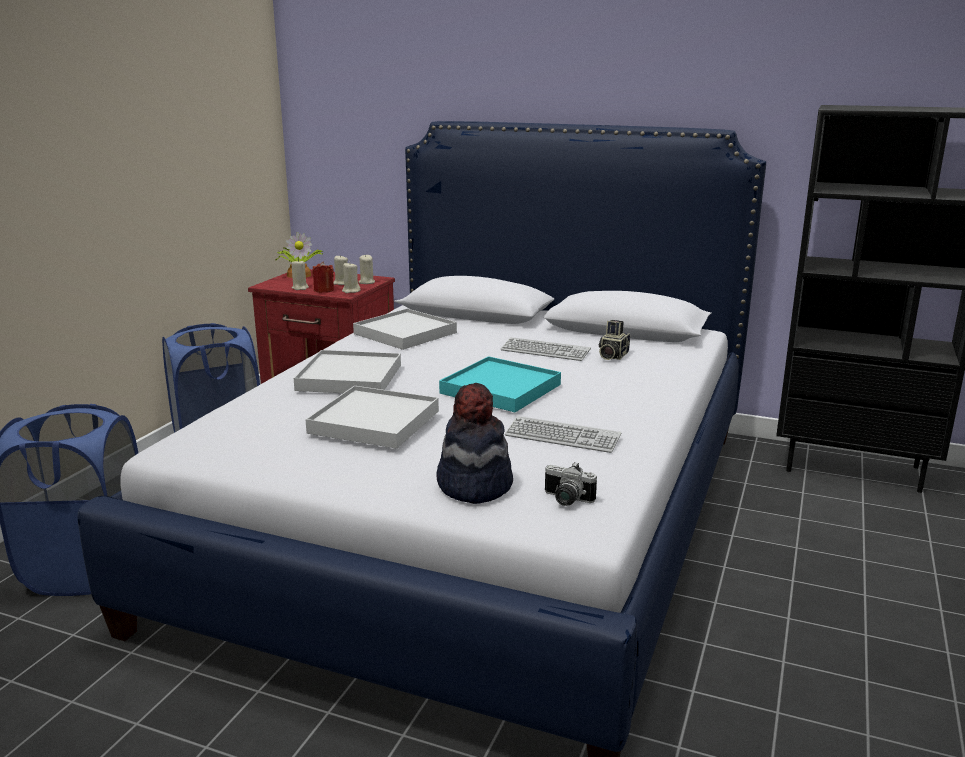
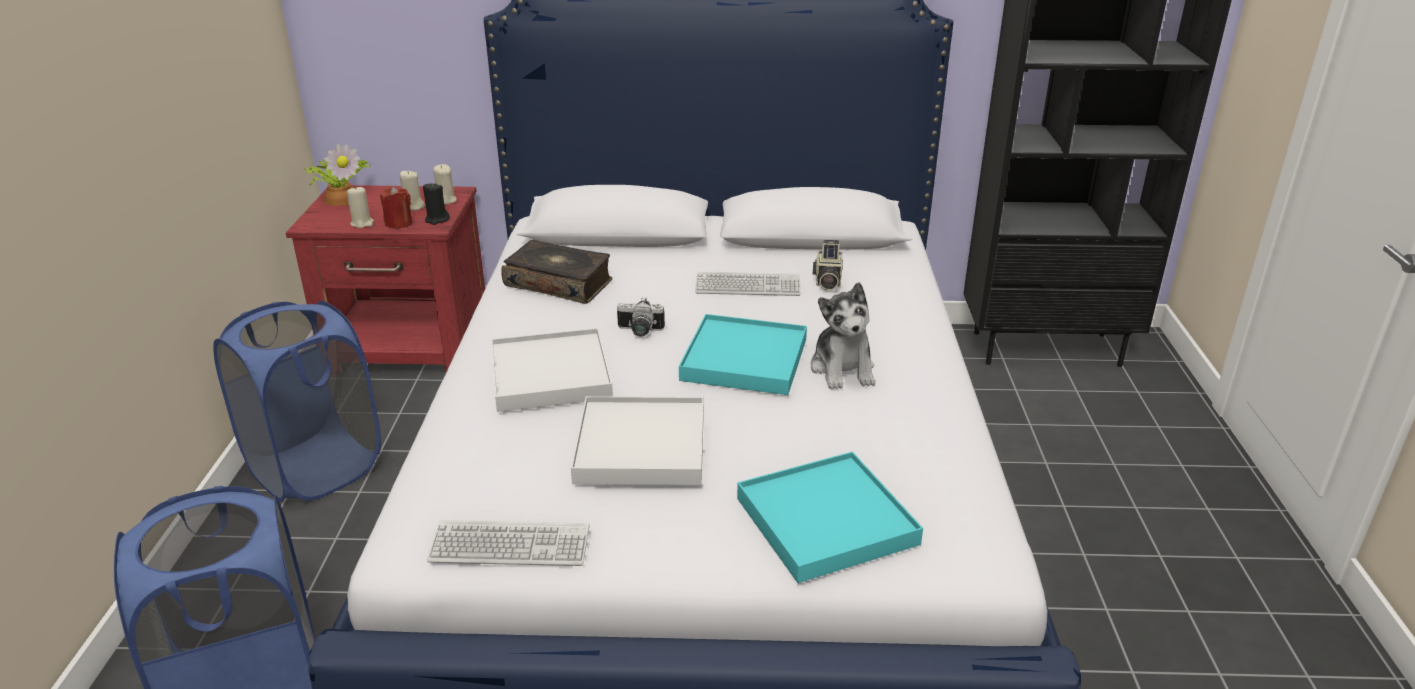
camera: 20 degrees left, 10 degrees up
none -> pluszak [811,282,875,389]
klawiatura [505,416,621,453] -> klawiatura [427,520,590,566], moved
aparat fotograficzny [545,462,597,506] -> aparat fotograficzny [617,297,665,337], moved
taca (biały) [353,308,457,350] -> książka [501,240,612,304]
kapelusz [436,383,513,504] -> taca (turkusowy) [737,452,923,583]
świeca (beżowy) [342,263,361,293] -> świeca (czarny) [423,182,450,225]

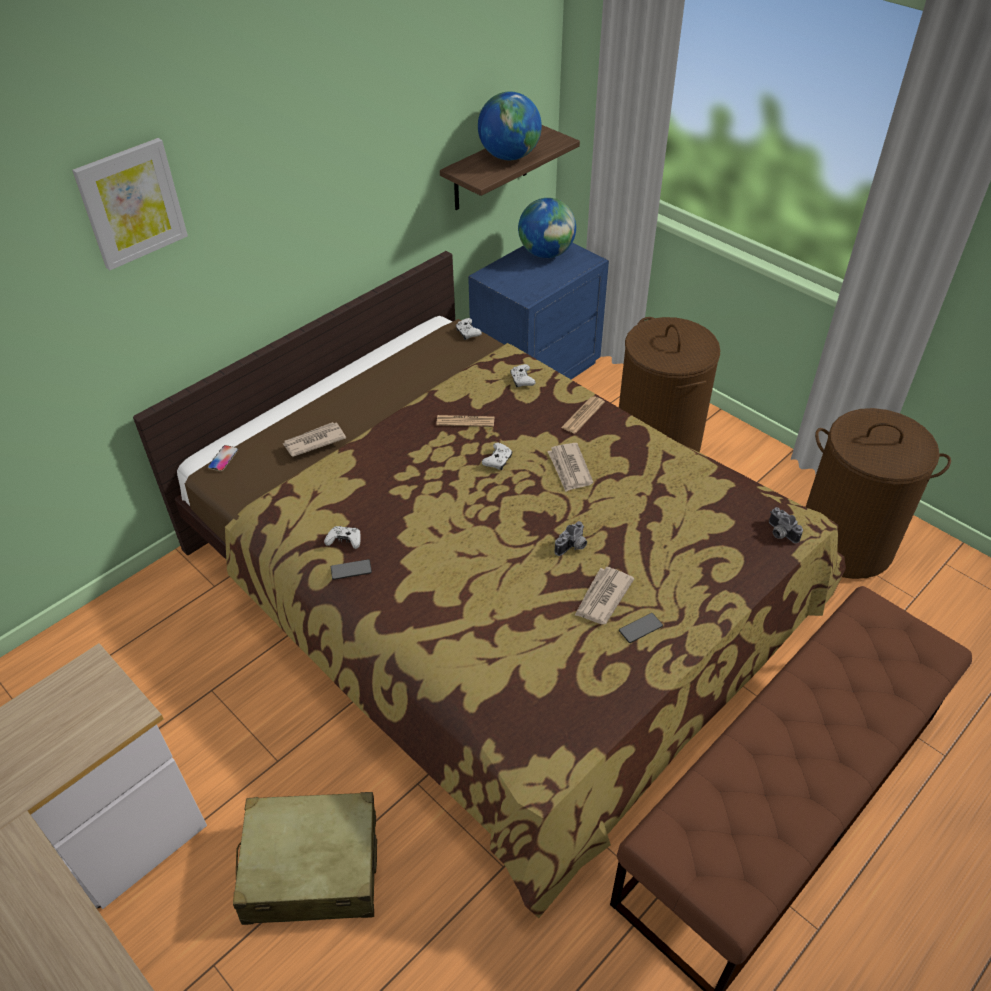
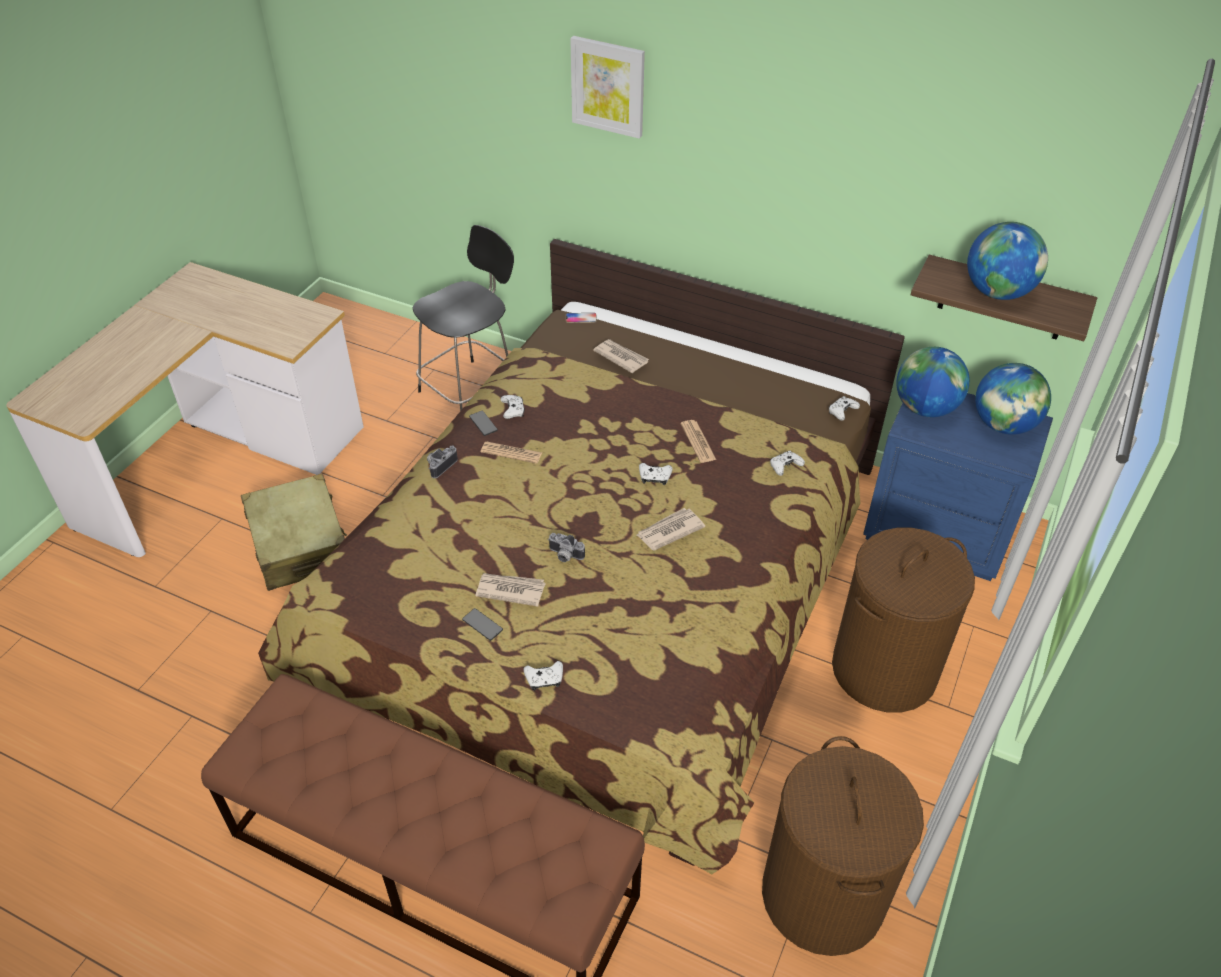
camera: 70 degrees right, 0 degrees up
none -> krzesło (czarny) [413,225,514,411]
none -> pad do gier (biały) [523,661,563,690]
none -> globus [896,347,970,417]
gazeta [561,396,605,434] -> gazeta [481,442,542,464], moved
aparat fotograficzny [769,507,803,543] -> aparat fotograficzny [427,446,458,478], moved

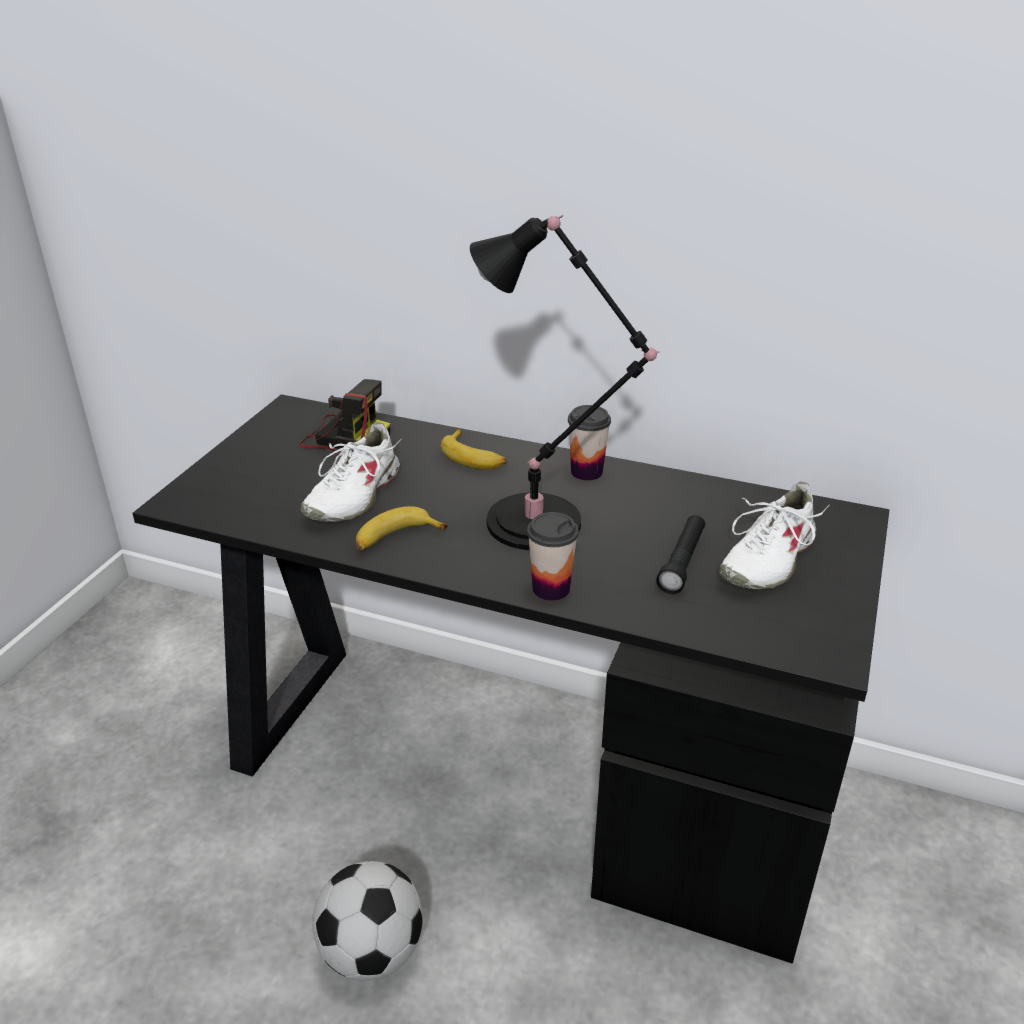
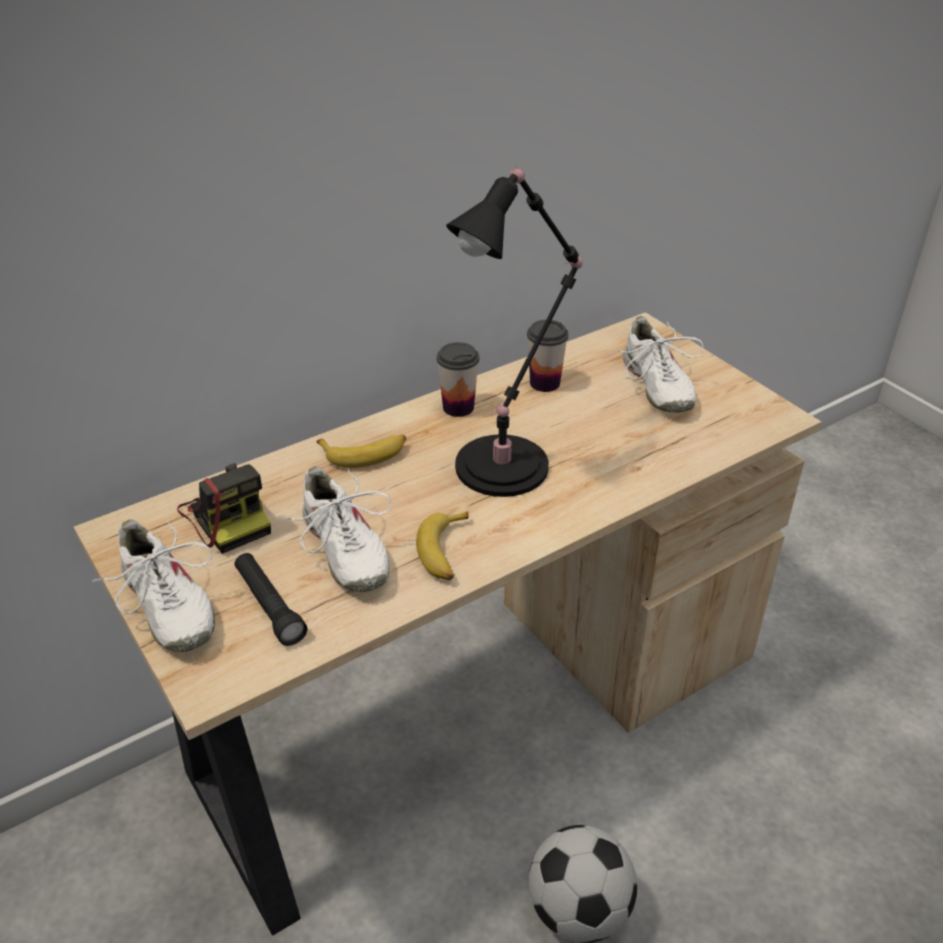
camera: 55 degrees left, 5 degrees up
none -> but (biały) [92,518,215,652]
filiżanka [527,512,579,601] -> filiżanka [527,320,568,392], moved
latarka (czarny) [656,515,705,594] -> latarka (czarny) [234,553,307,646], moved
biurko (czarny) [132,394,889,964] -> biurko (beżowy) [74,312,821,935]
aparat fotograficzny [299,379,390,453] -> aparat fotograficzny [177,463,271,554], 90 degrees clockwise

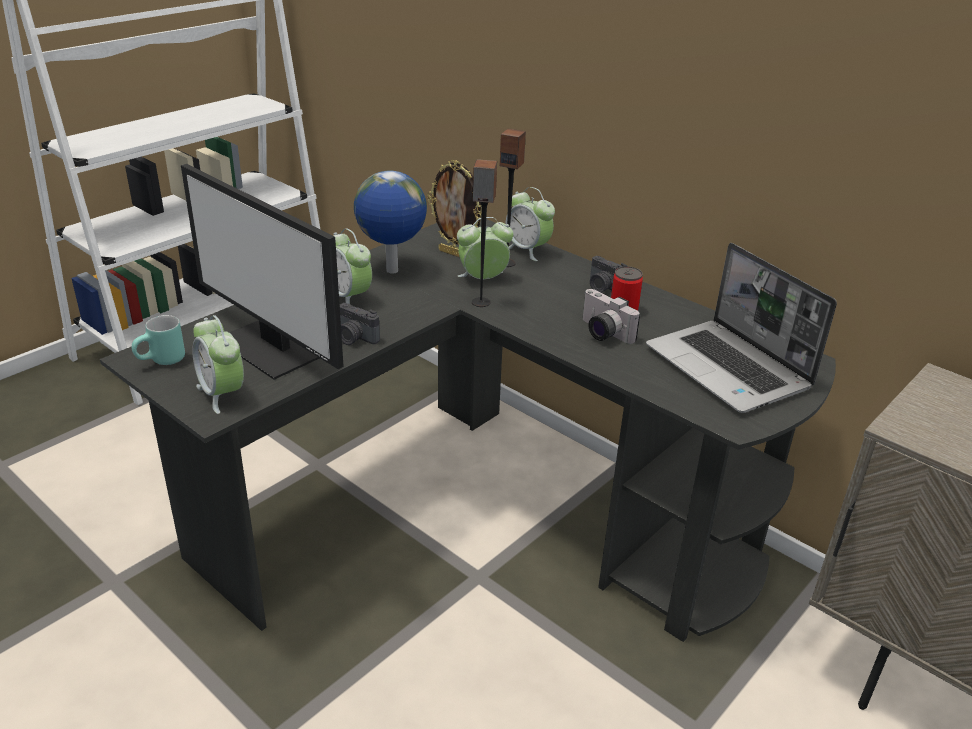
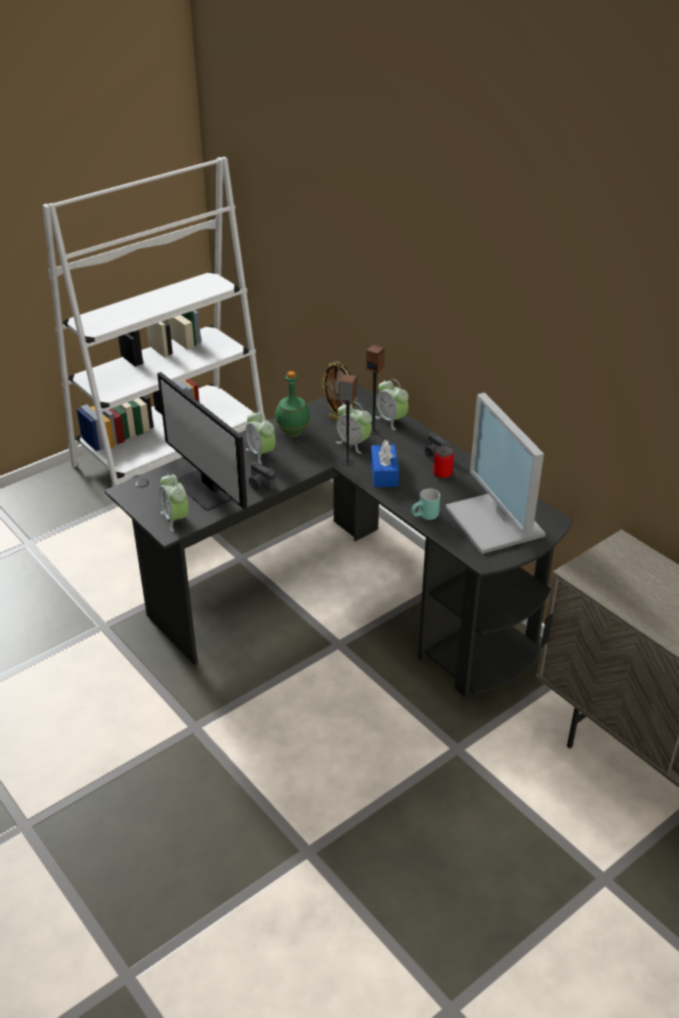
camera: 10 degrees right, 5 degrees up
aparat fotograficzny [583,289,640,344] -> none
none -> pudełko chusteczek (niebieski) [371,440,399,487]
kubek (turkusowy) [132,315,185,365] -> kubek (turkusowy) [411,488,440,520], moved
globus [354,170,427,274] -> butelka (zielony) [275,371,311,437]
laptop [646,243,837,413] -> monitor [445,393,546,554]
budzik [457,217,514,279] -> budzik [336,401,372,454], 135 degrees counterclockwise

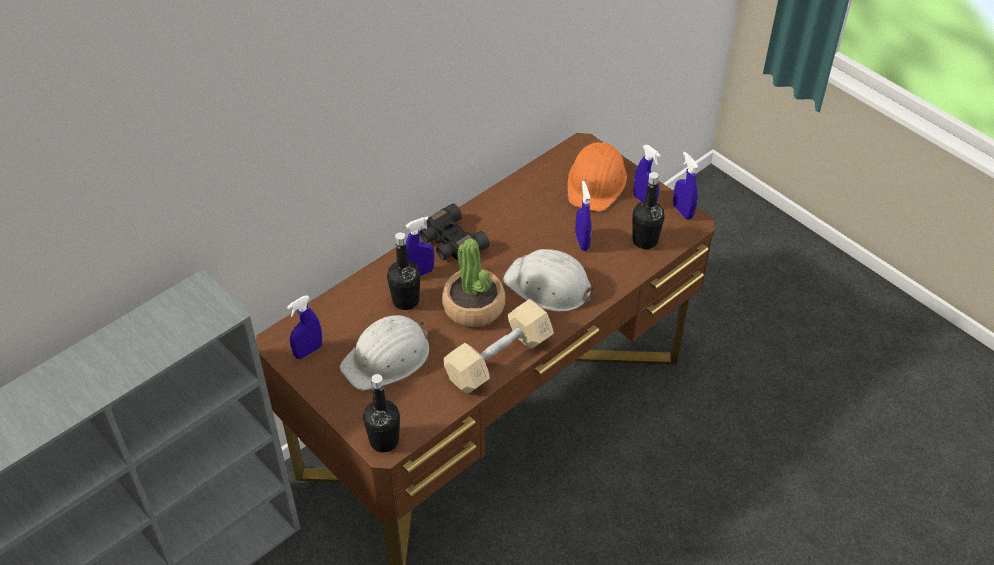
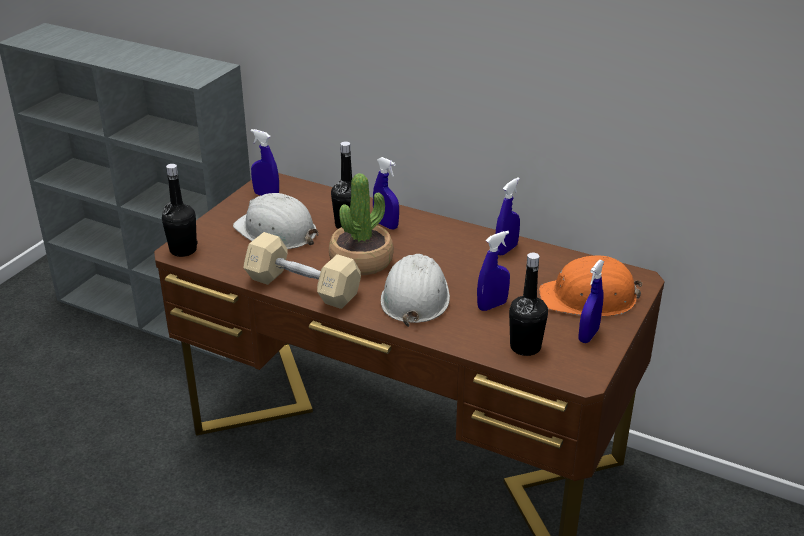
camera: 70 degrees right, 15 degrees down
lornetka (czarny) [420,203,490,260] -> none
spryskiwacz (niebieski) [673,152,698,220] -> spryskiwacz (niebieski) [496,177,520,256], moved

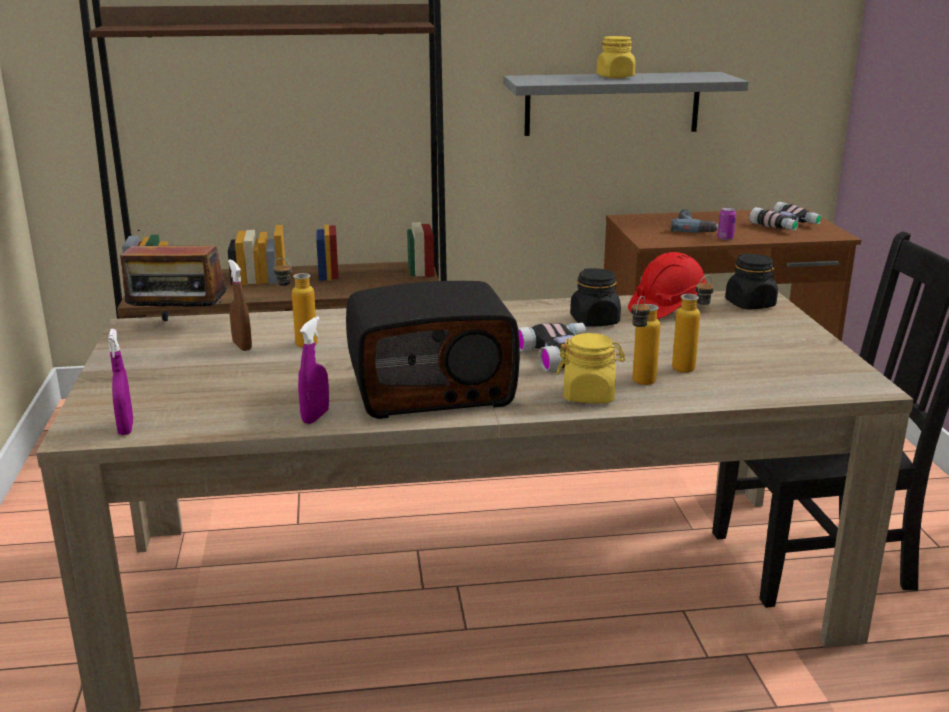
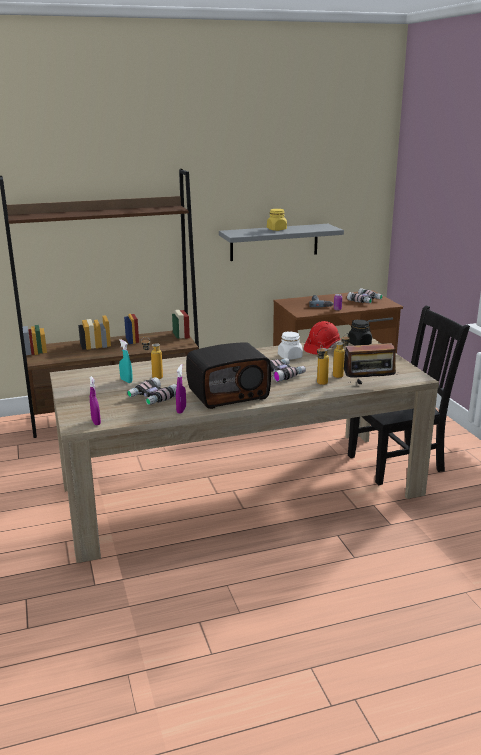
camera: 10 degrees left, 0 degrees up
słoik (żółty) [557,333,625,403] -> none
none -> lornetka [127,377,177,405]
radio [120,230,227,321] -> radio [344,338,398,384], moved
spryskiwacz (brązowy) [228,259,252,351] -> spryskiwacz (turkusowy) [119,339,133,383]
słoik (czarny) [570,268,621,327] -> słoik (biały) [278,331,303,360]

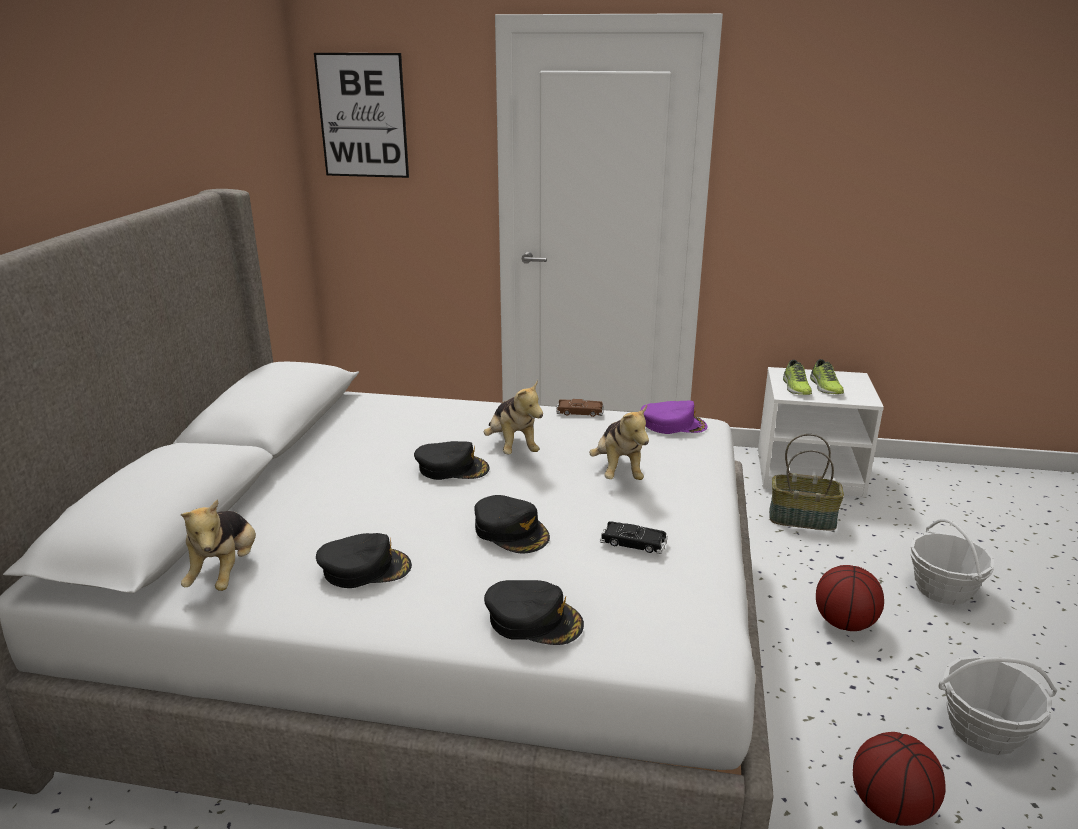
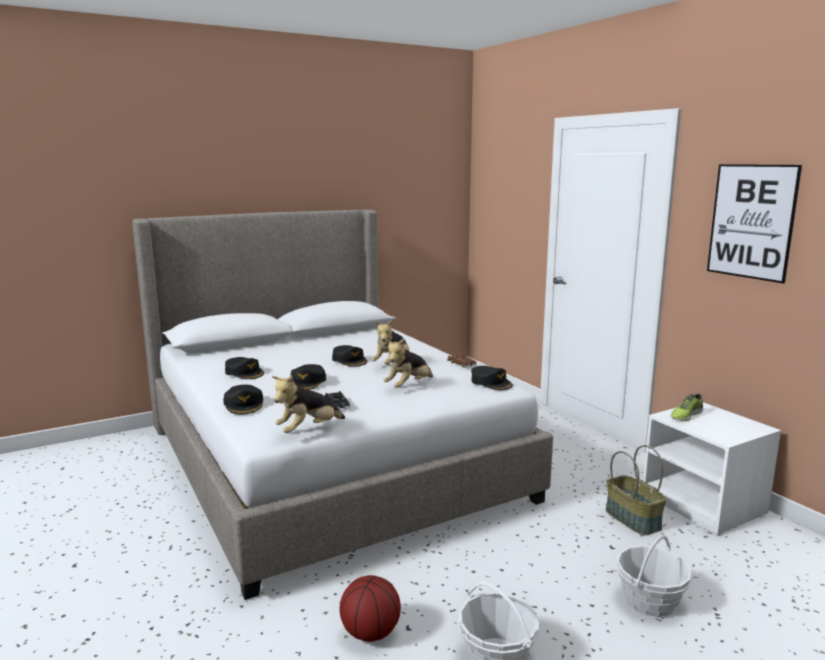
camera: 50 degrees right, 10 degrees down
but [810,359,844,394] -> none
piłka do koszykówki [816,565,884,631] -> none
pluszak [181,499,256,591] -> pluszak [272,375,345,433], moved
obraz [314,53,409,178] -> obraz [707,164,802,283], moved
czapka z daszkiem (fioletowy) [641,400,707,434] -> czapka z daszkiem (czarny) [471,366,513,390]

